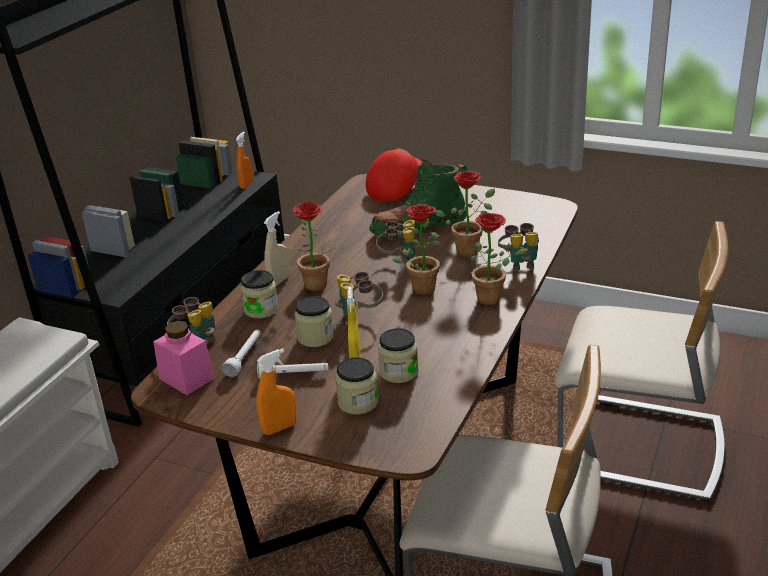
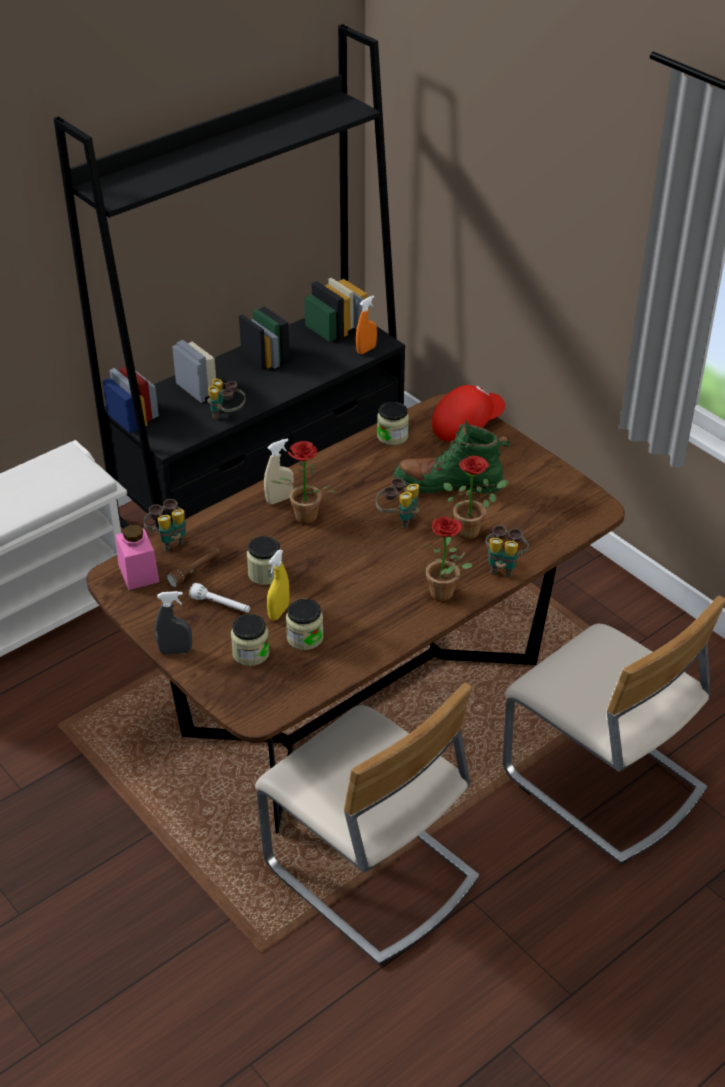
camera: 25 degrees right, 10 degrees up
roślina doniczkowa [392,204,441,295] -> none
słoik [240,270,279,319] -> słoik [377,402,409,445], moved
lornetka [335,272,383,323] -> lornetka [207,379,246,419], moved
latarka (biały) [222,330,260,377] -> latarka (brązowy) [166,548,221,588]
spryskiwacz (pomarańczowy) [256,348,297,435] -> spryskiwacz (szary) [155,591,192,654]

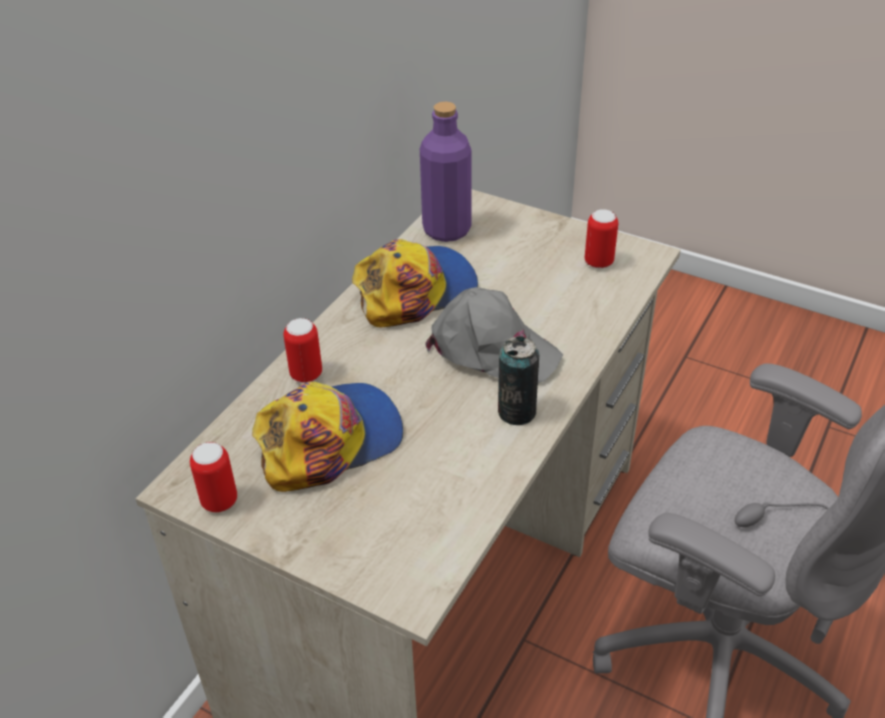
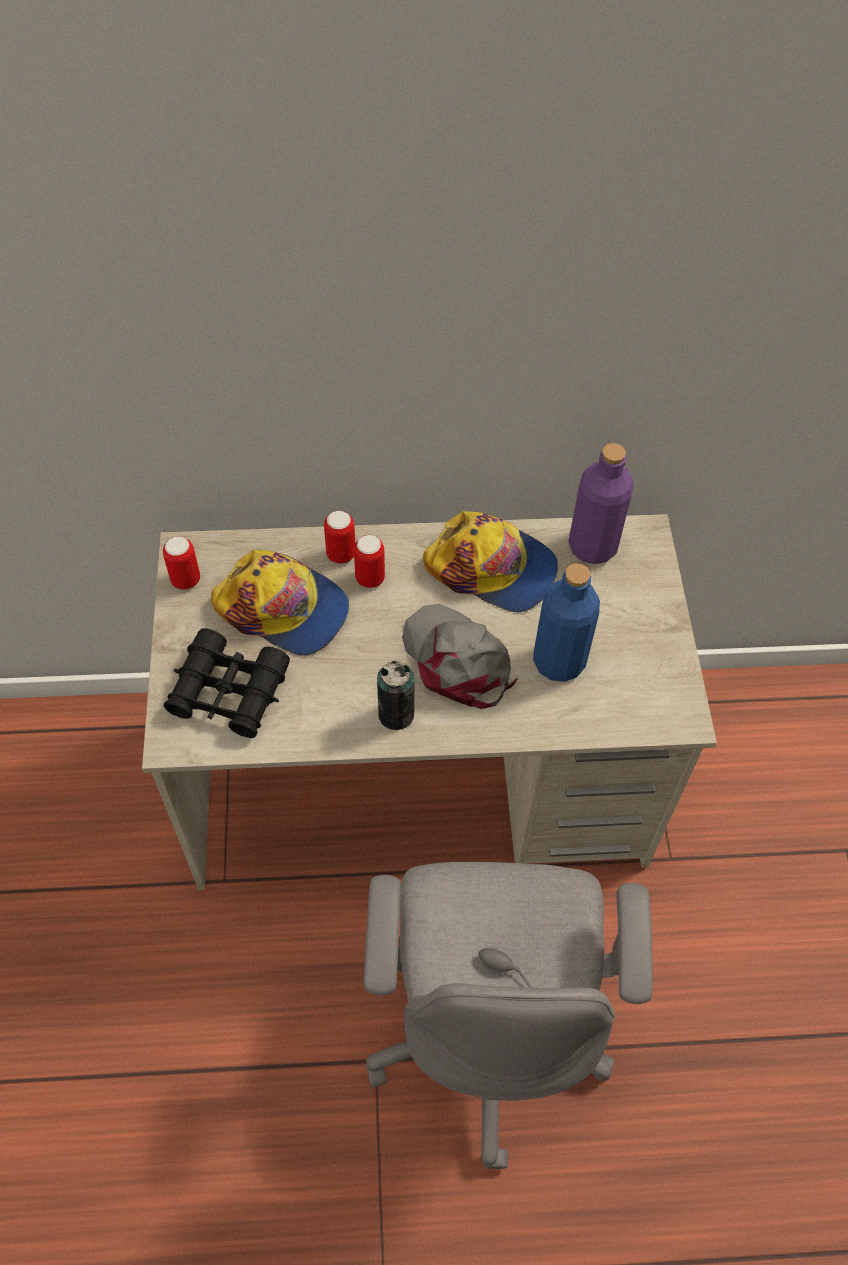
camera: 55 degrees right, 15 degrees up
none -> lornetka (czarny) [164,628,290,738]
none -> butelka (niebieski) [533,563,600,682]
puszka [585,209,618,268] -> puszka [354,535,385,588], moved
czapka z daszkiem (szary) [425,287,563,383] -> czapka z daszkiem (szary) [402,604,518,709], 150 degrees clockwise

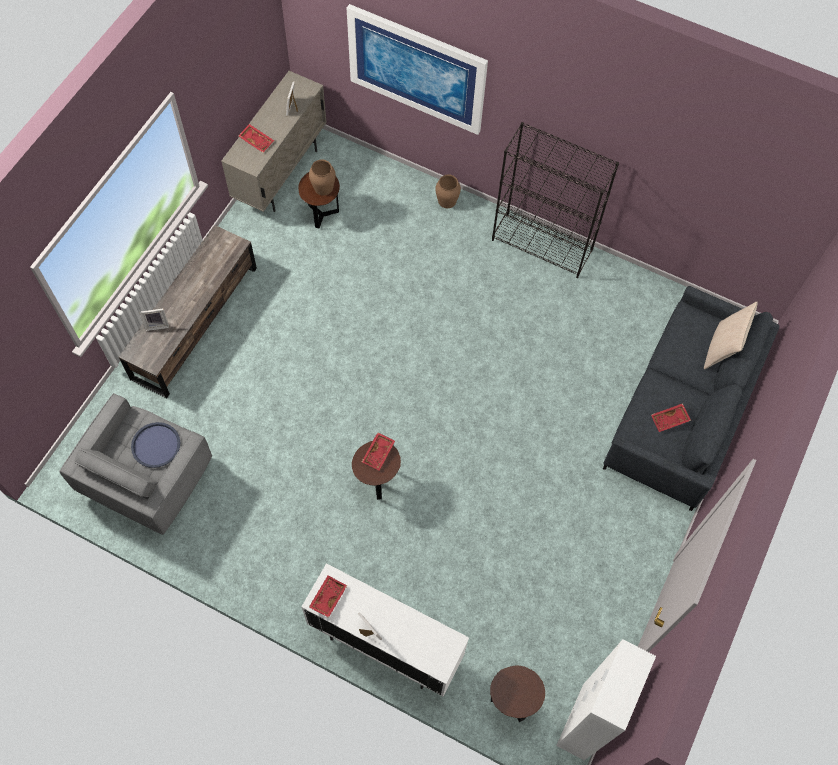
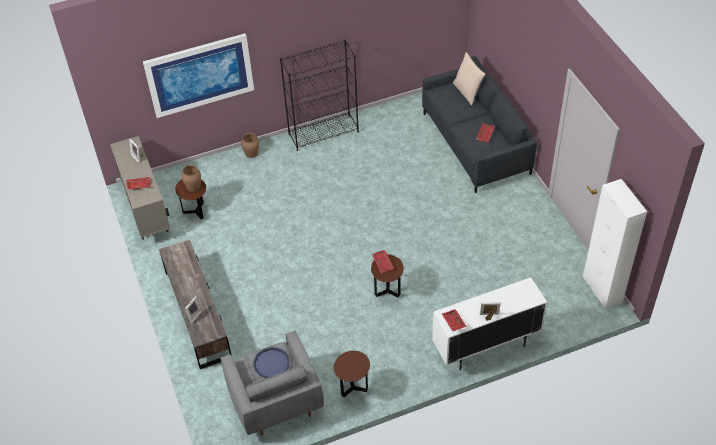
camera: 45 degrees left, 15 degrees down
stolik (brązowy) [490,666,545,722] -> stolik (brązowy) [334,351,370,397], moved

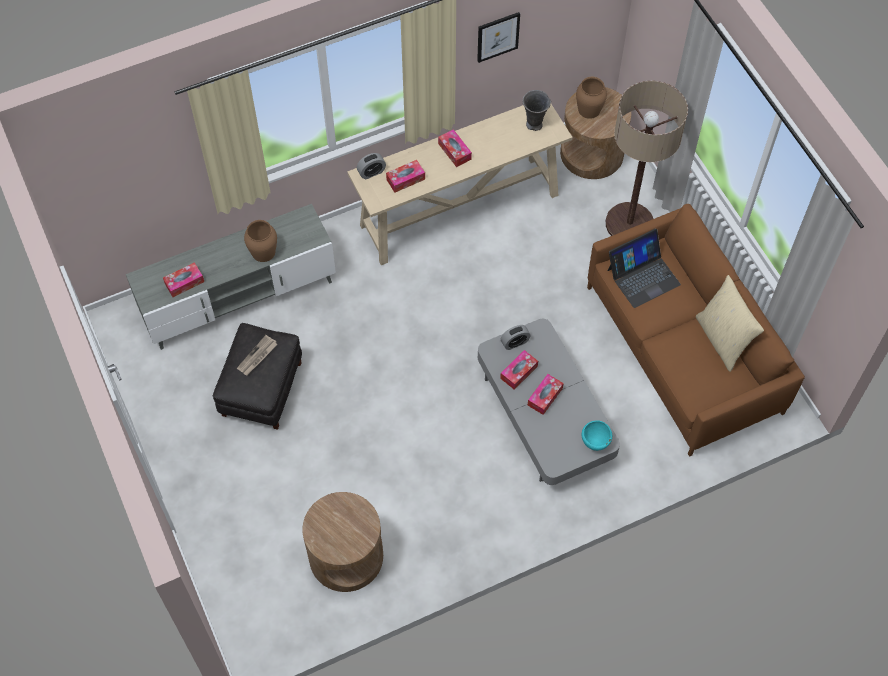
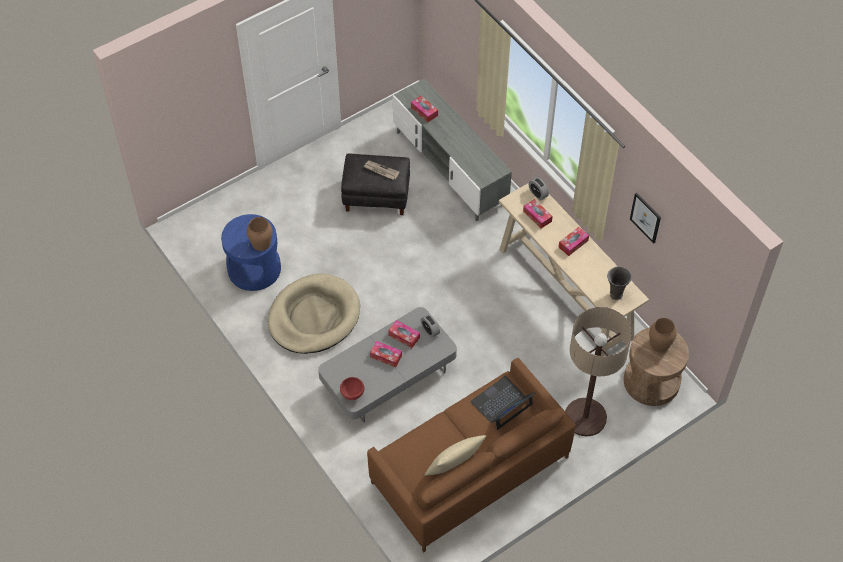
camera: 80 degrees right, 5 degrees down
none -> legowisko (beżowy) [268,273,360,354]
wazon (brązowy) [244,220,277,262] -> wazon (brązowy) [247,217,273,251], moved
stolik (brązowy) [302,492,383,592] -> stolik (niebieski) [221,214,281,291]
miska (turkusowy) [582,420,612,451] -> miska (czerwony) [340,377,364,400]
laptop [608,228,681,308] -> laptop [470,376,536,430], 90 degrees clockwise

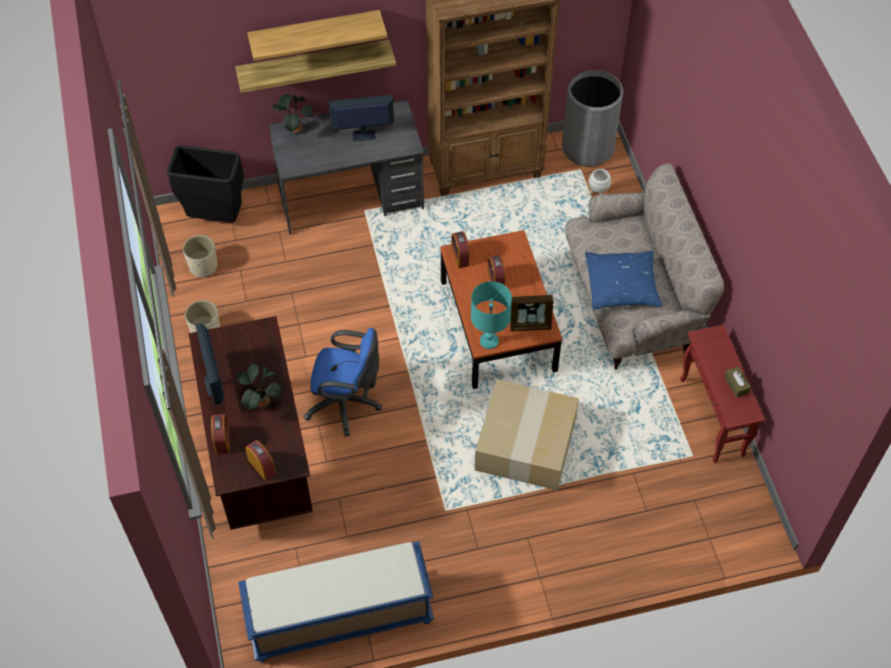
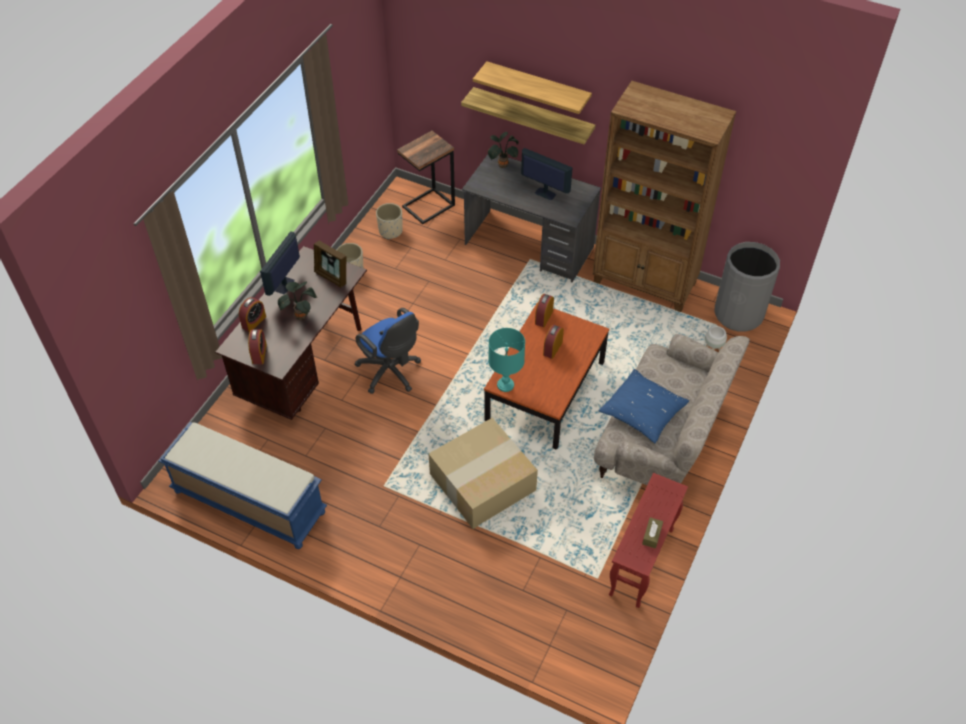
camera: 40 degrees right, 5 degrees down
ramka na zdjęcie [510,295,553,331] -> ramka na zdjęcie [314,240,347,287], moved
kosz na śmieci (czarny) [167,145,244,223] -> stolik [397,131,455,224]

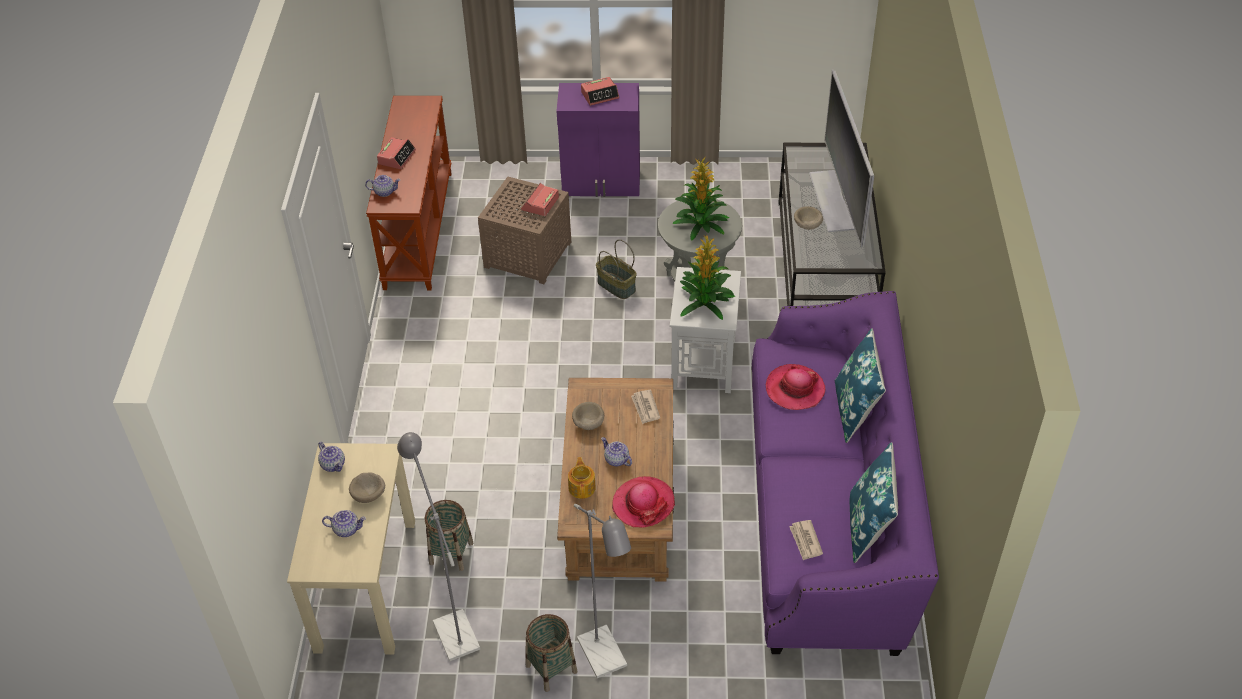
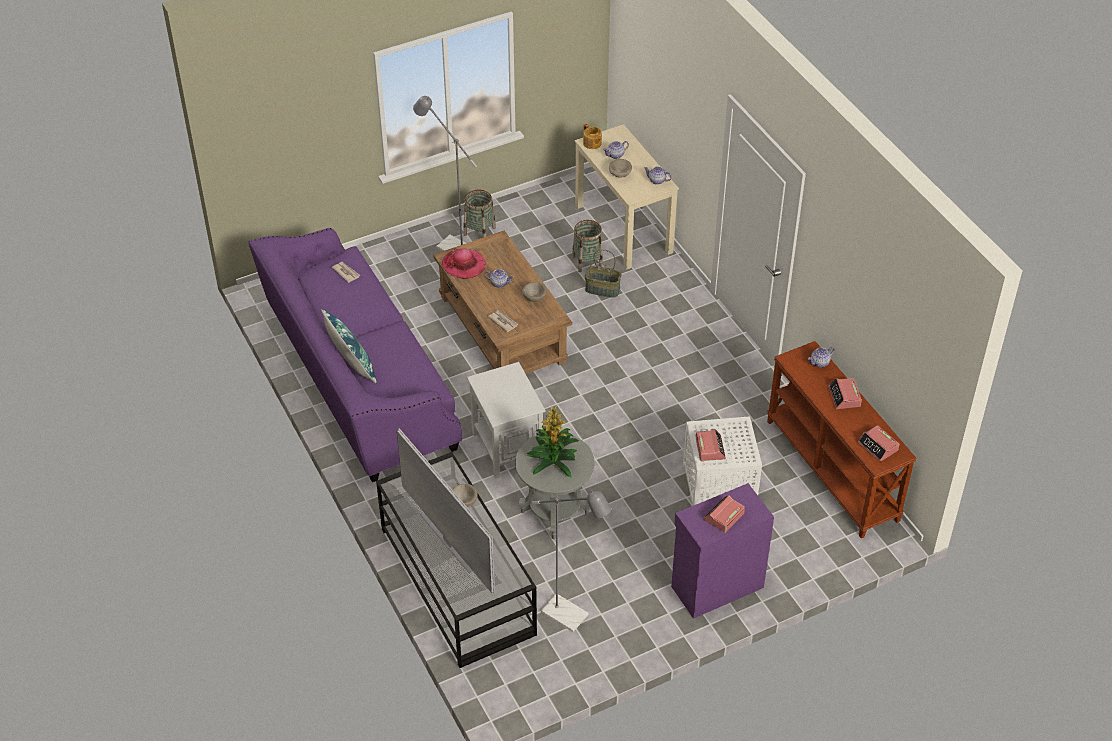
camera: 150 degrees right, 0 degrees up
roślina doniczkowa [680,235,735,320] -> none
kapelusz [766,364,826,410] -> none
poduszka (niebieski) [850,442,898,563] -> none
none -> budzik [858,425,899,462]
lampa stojąca (szary) [397,432,480,661] -> lampa stojąca (szary) [532,489,611,632], moved
imbryk [568,457,596,499] -> imbryk [583,123,602,149], moved
koszyk [596,239,637,299] -> koszyk [585,249,622,298], moved
stolik (brązowy) [478,177,571,284] -> stolik (biały) [683,416,762,506]

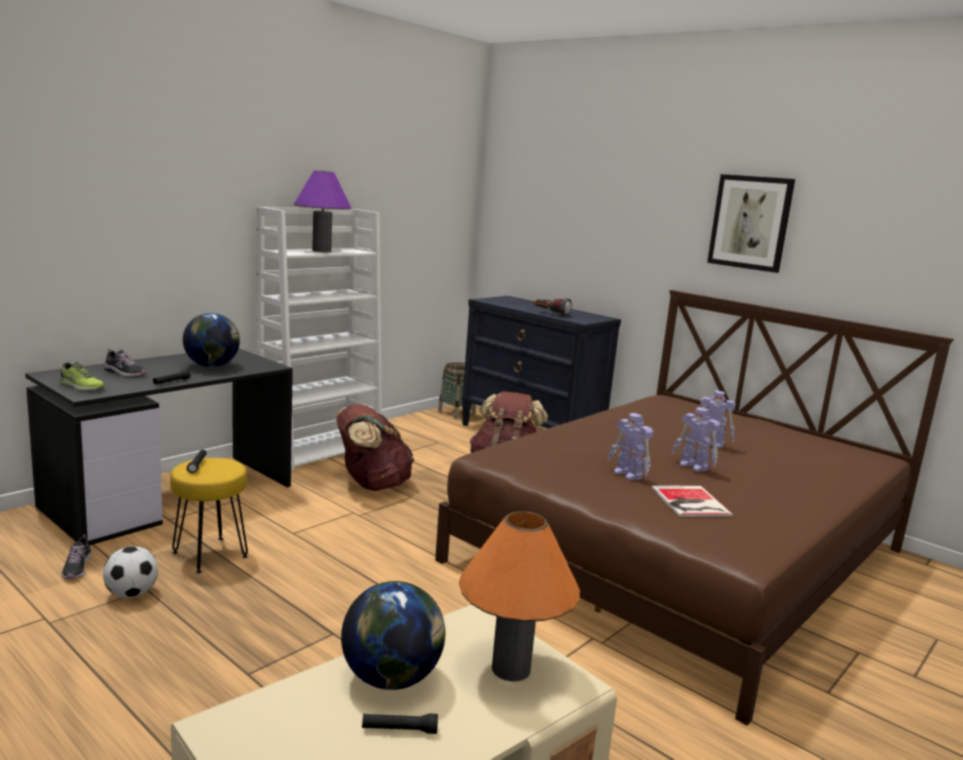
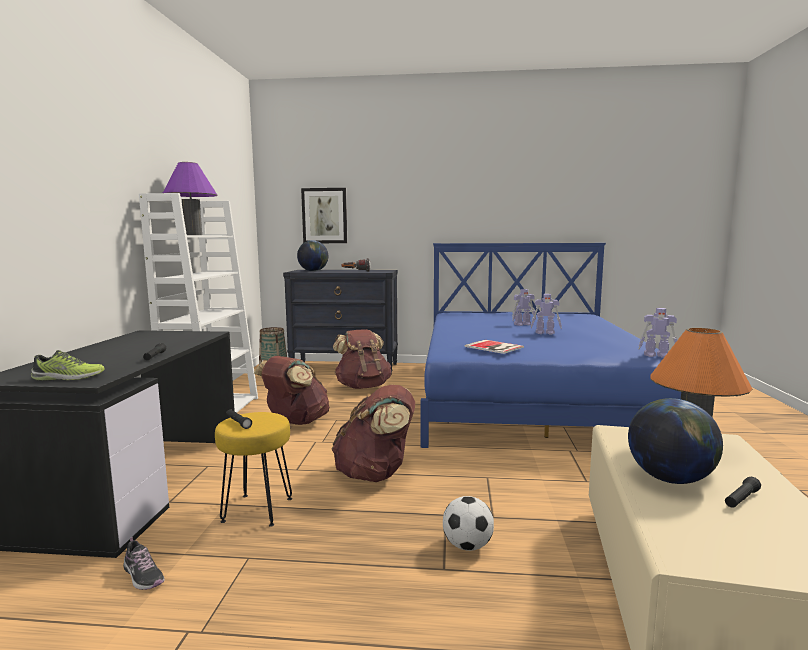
camera: 35 degrees left, 5 degrees down
but [104,348,147,377] -> none
none -> plecak (brązowy) [332,385,415,482]
piłka futbolowa [103,546,158,598] -> piłka futbolowa [443,496,494,551], moved
globus [183,313,240,367] -> globus [297,240,328,271], moved
robot zabawkowy [608,413,653,480] -> robot zabawkowy [639,308,677,358], moved
książka [652,486,733,517] -> książka [464,340,524,354], moved
obraz [707,174,795,273] -> obraz [301,188,347,243], moved
łóżko (brązowy) [435,290,954,726] -> łóżko (niebieski) [421,243,681,448]

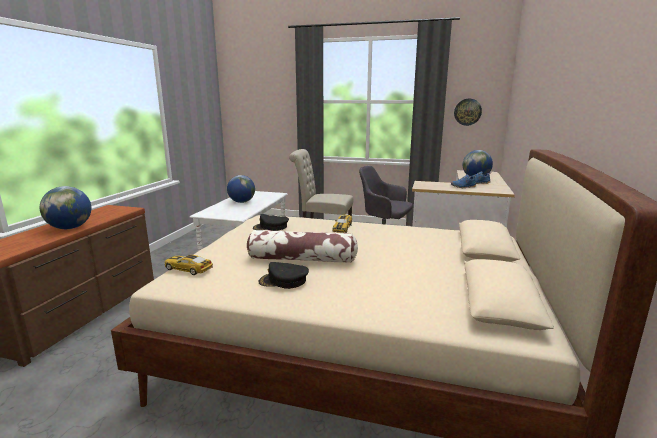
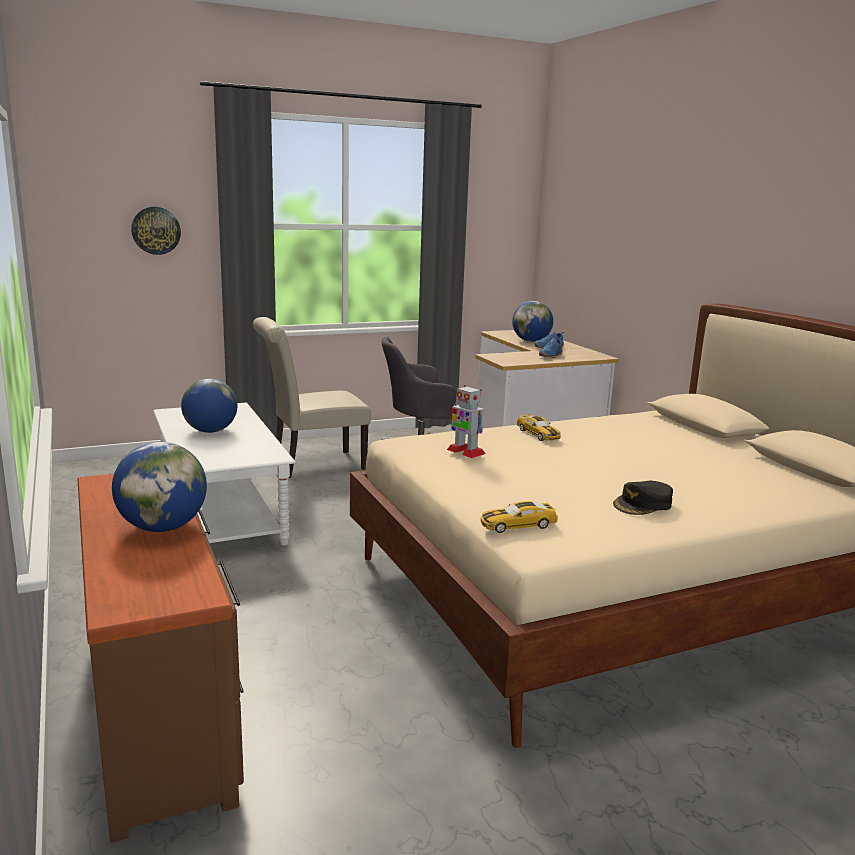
camera: 40 degrees left, 0 degrees up
poduszka [247,230,358,263] -> none
zegar ścienny [454,99,482,126] -> zegar ścienny [131,207,181,255], moved
czapka z daszkiem (czarny) [253,214,289,231] -> robot zabawkowy [447,385,486,458]

